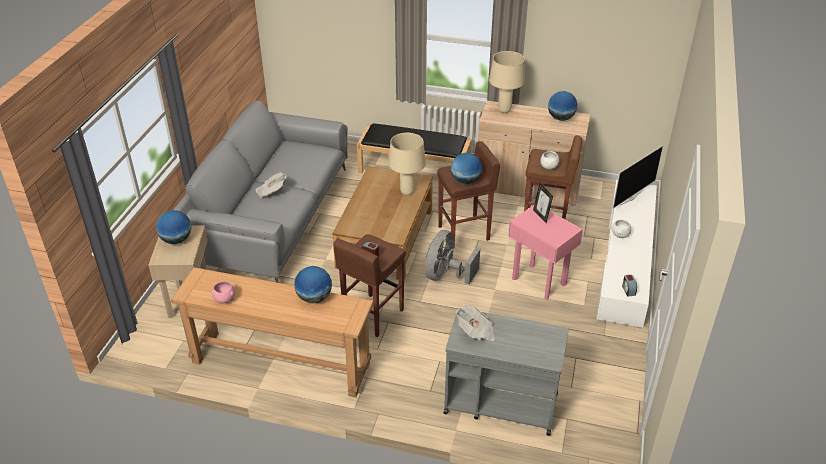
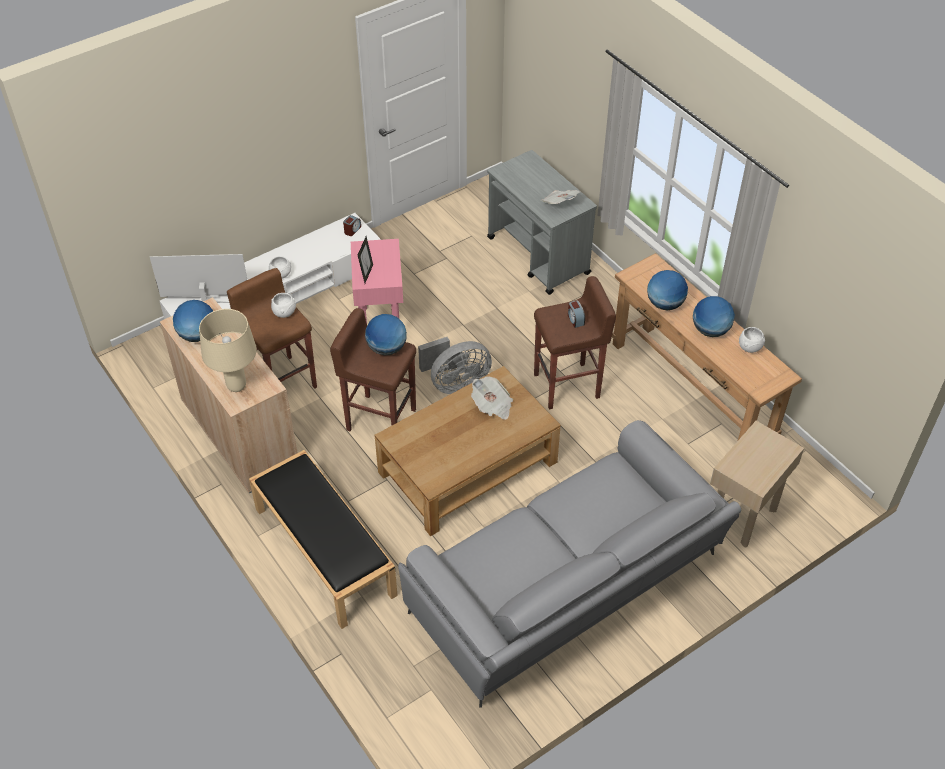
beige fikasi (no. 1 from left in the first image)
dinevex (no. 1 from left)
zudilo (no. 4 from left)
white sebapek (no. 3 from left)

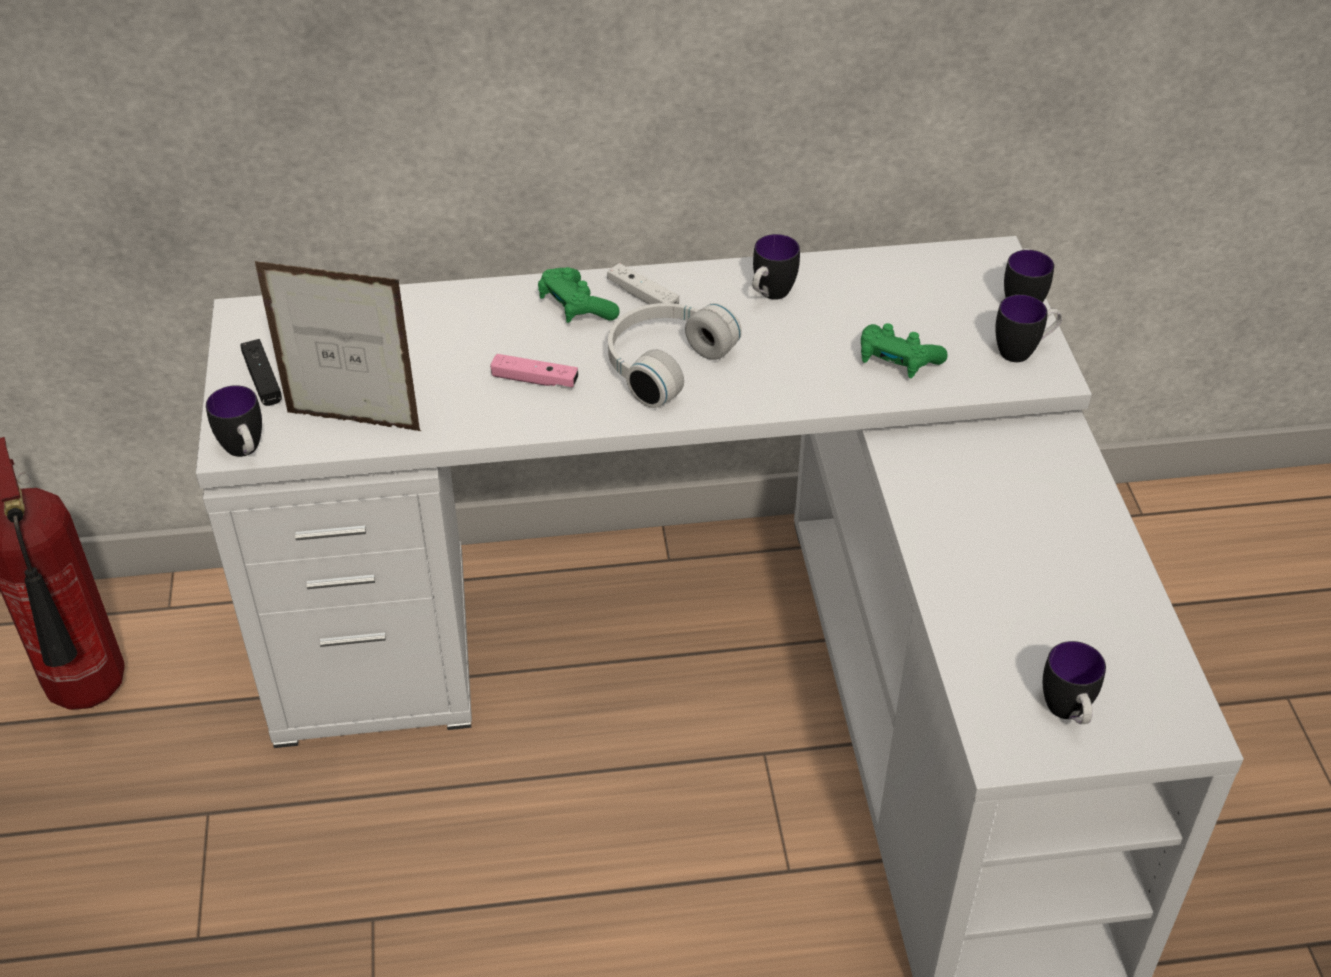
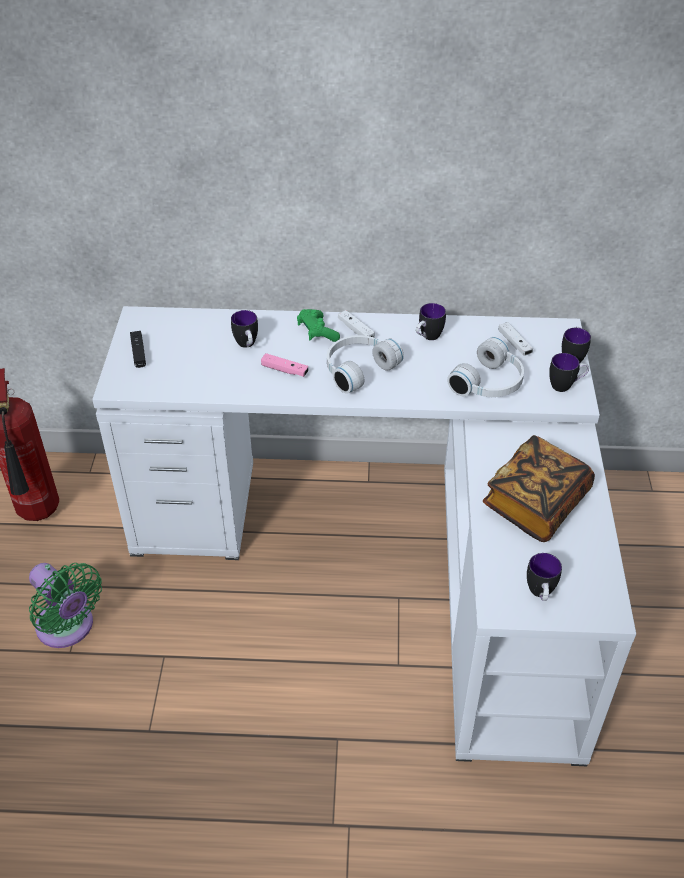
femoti
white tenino (no. 2 from left)
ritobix (no. 1 from left)
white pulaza (no. 2 from left)
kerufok
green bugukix

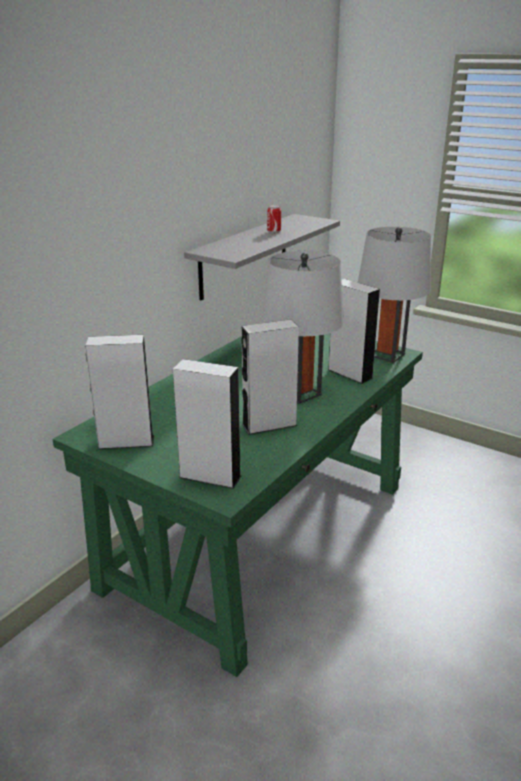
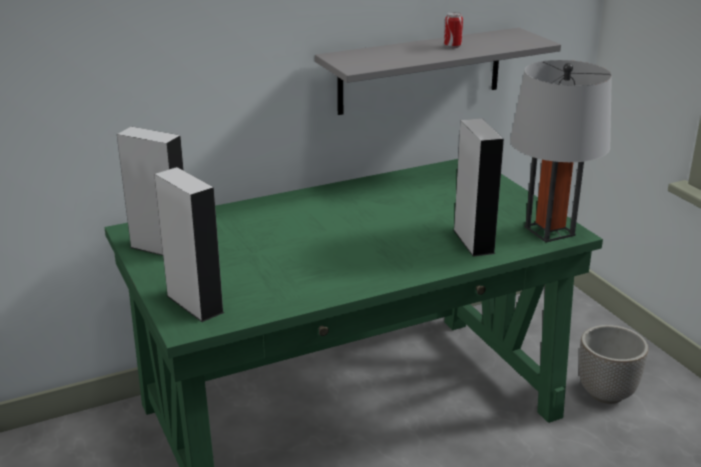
grey fikasi (no. 1 from left in the first image)
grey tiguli (no. 3 from left in the first image)
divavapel

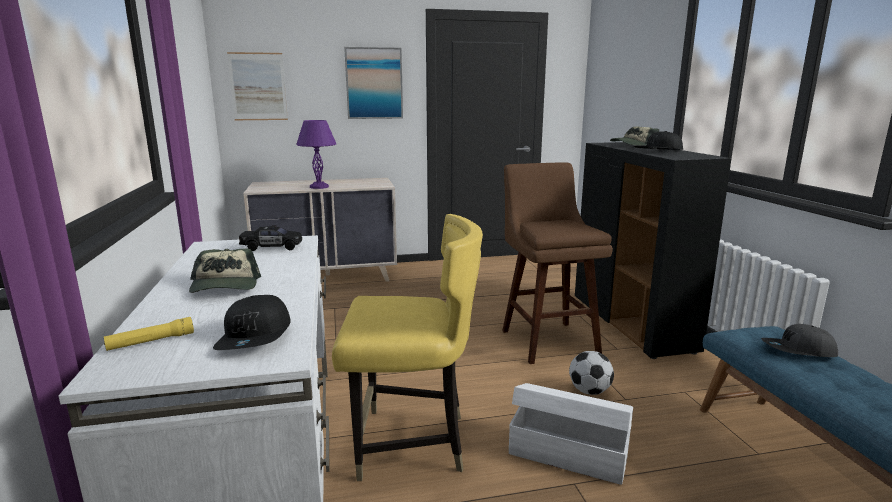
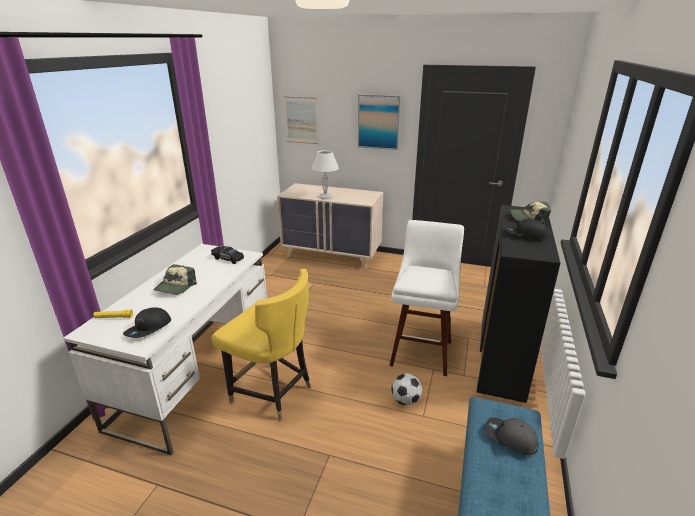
white fikasi
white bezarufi
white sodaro

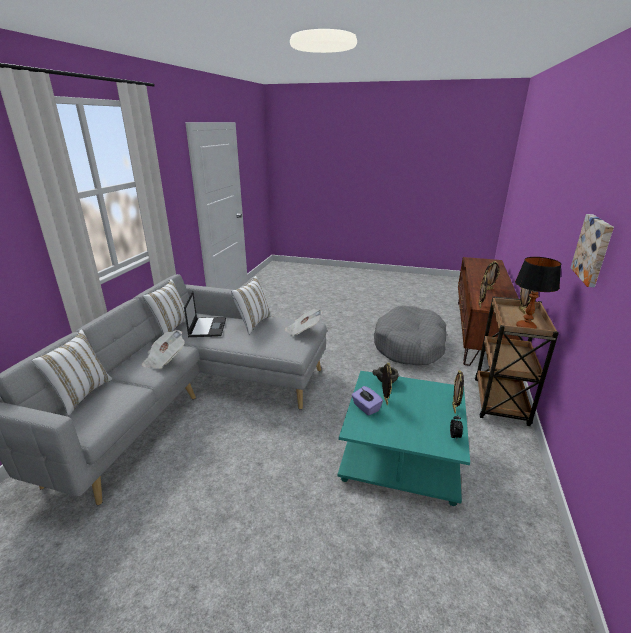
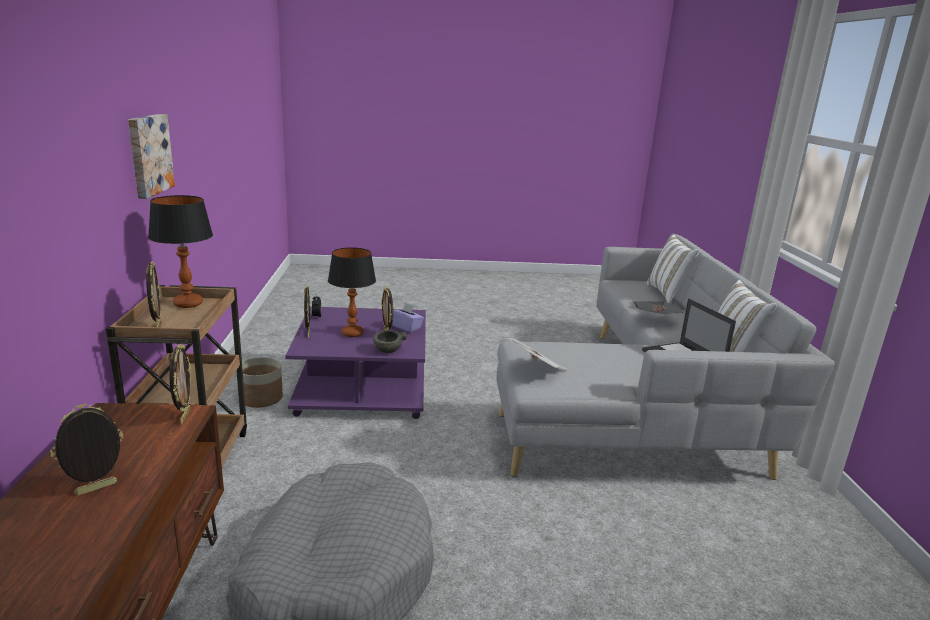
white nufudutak (no. 3 from left in the first image)
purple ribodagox
fikasi (no. 2 from left)
divavapel

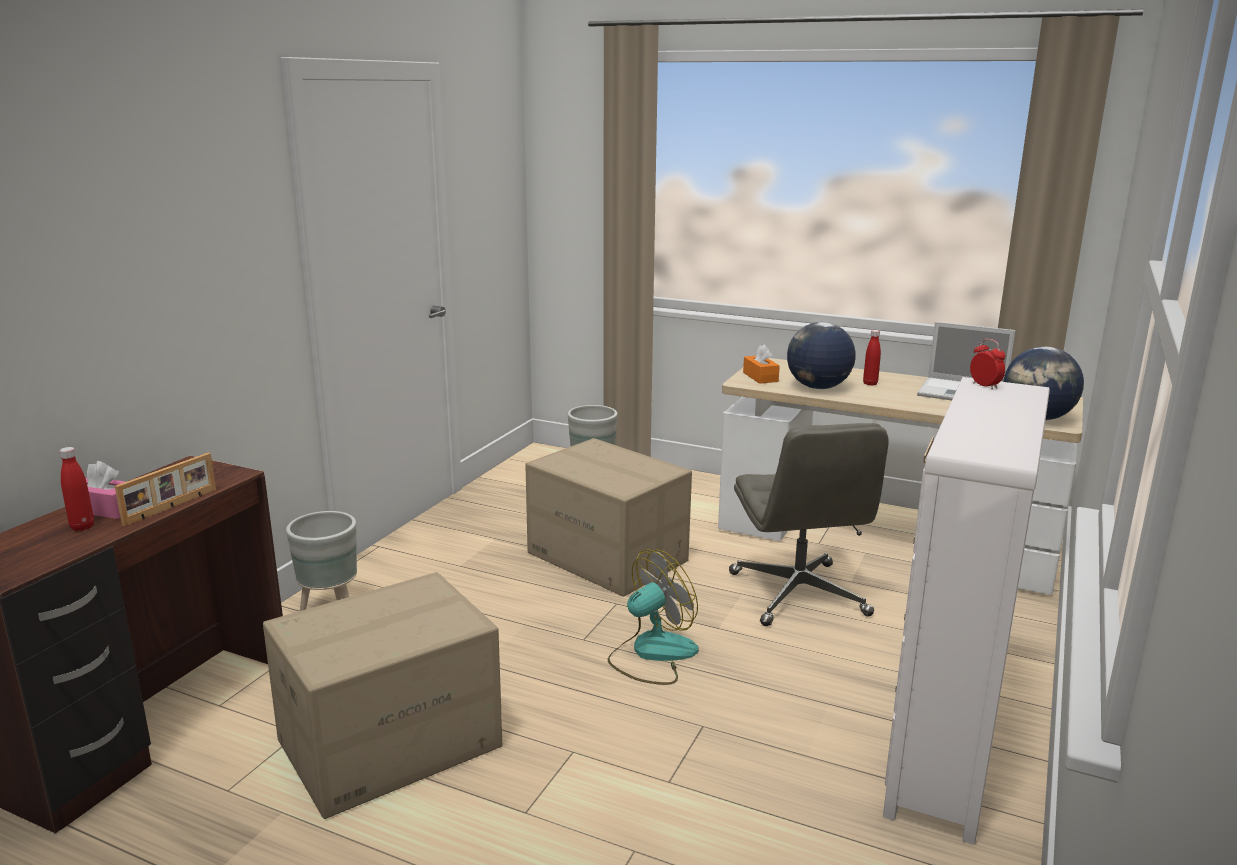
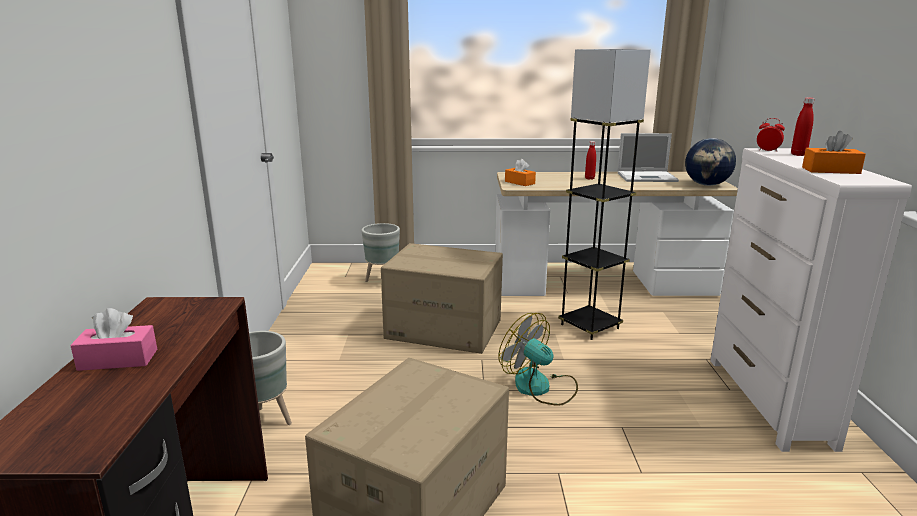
zudilo (no. 1 from left in the first image)
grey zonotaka
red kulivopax (no. 2 from left)
femoti
bugukix
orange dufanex (no. 2 from left)

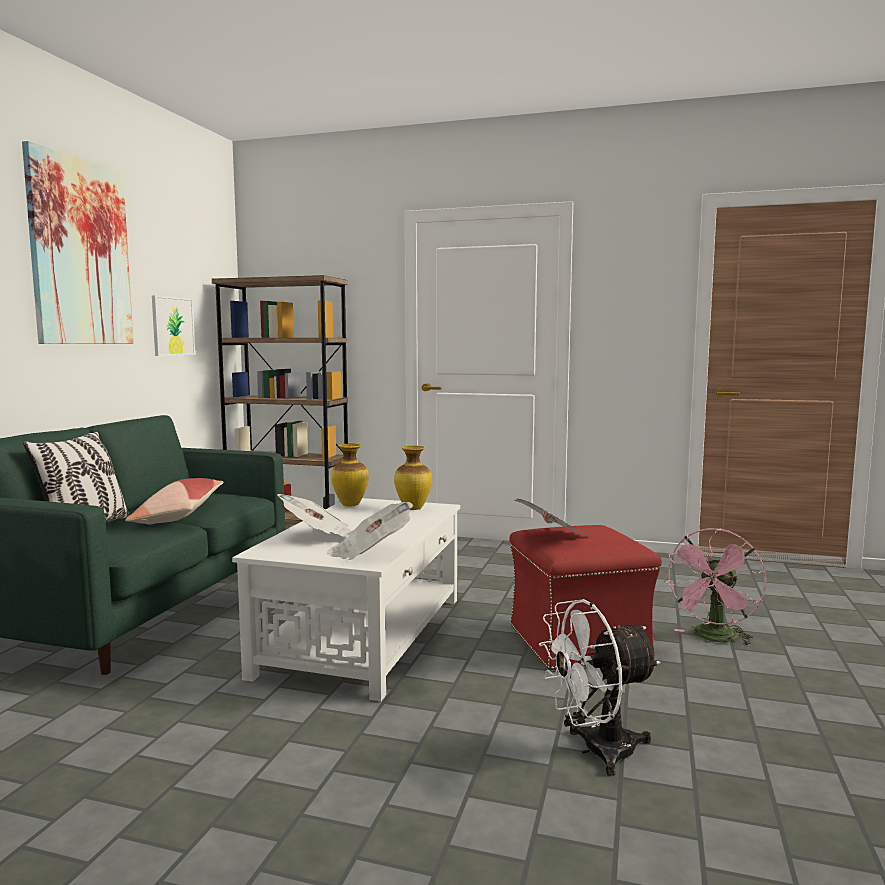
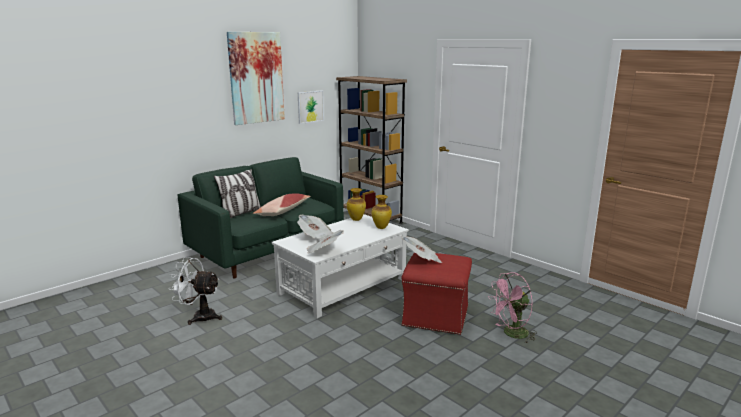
white bugukix

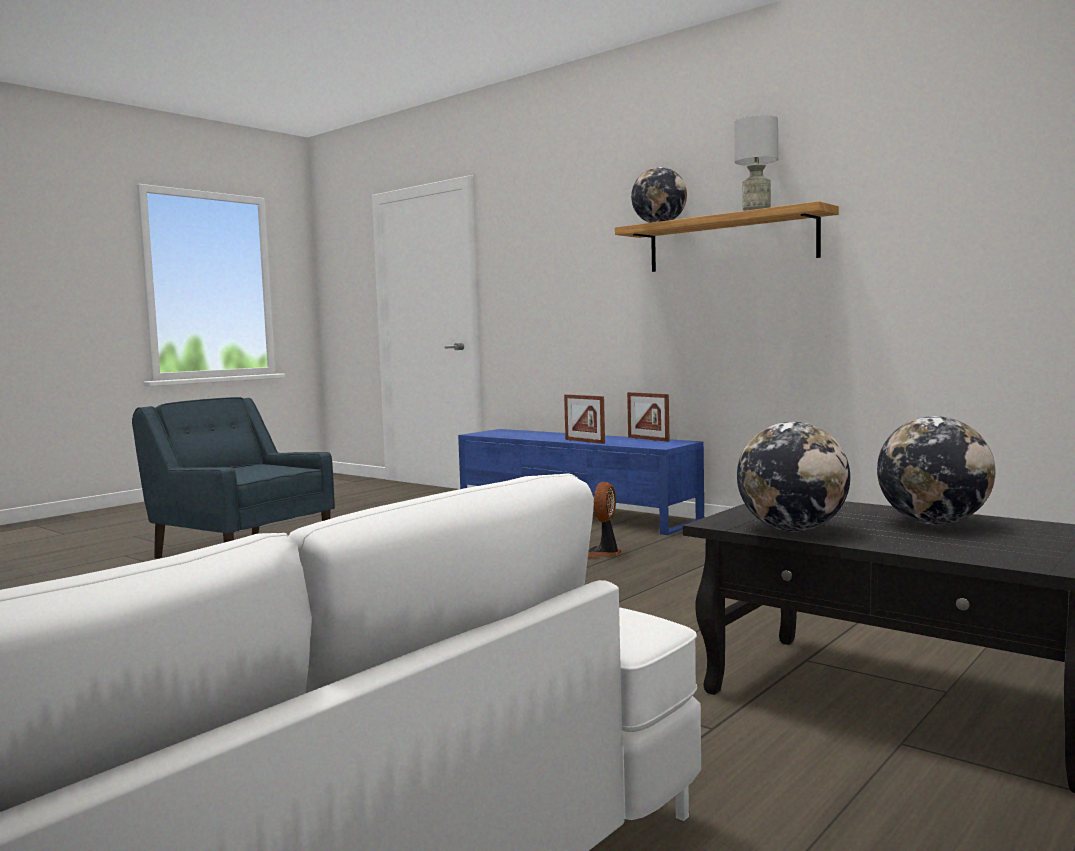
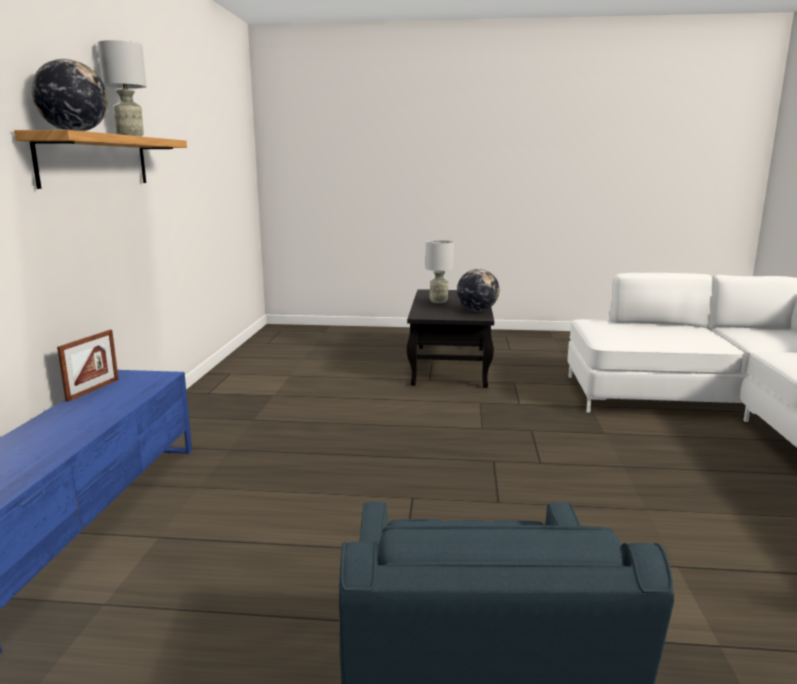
femoti (no. 1 from left in the first image)
grey fikasi (no. 2 from left)
bugukix

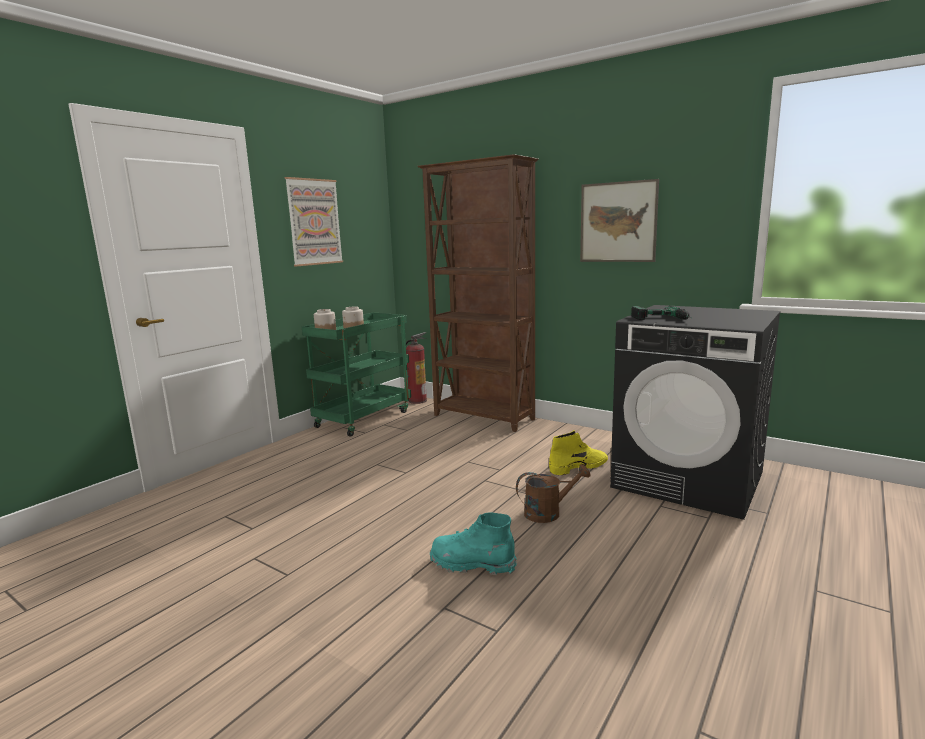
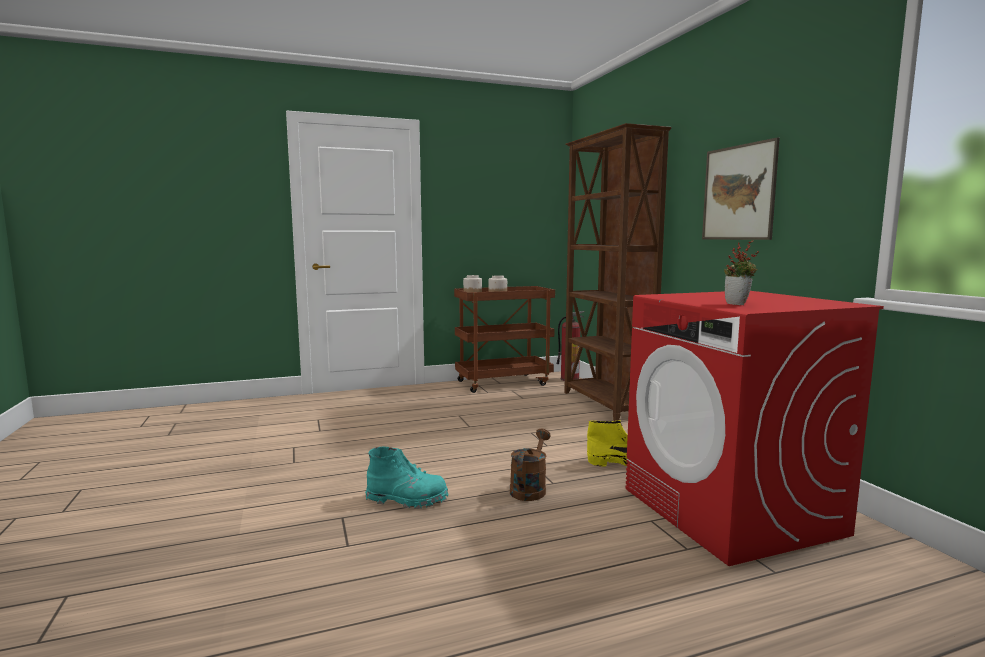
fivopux (no. 1 from left in the first image)
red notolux
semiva
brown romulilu
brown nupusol
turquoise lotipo
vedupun

